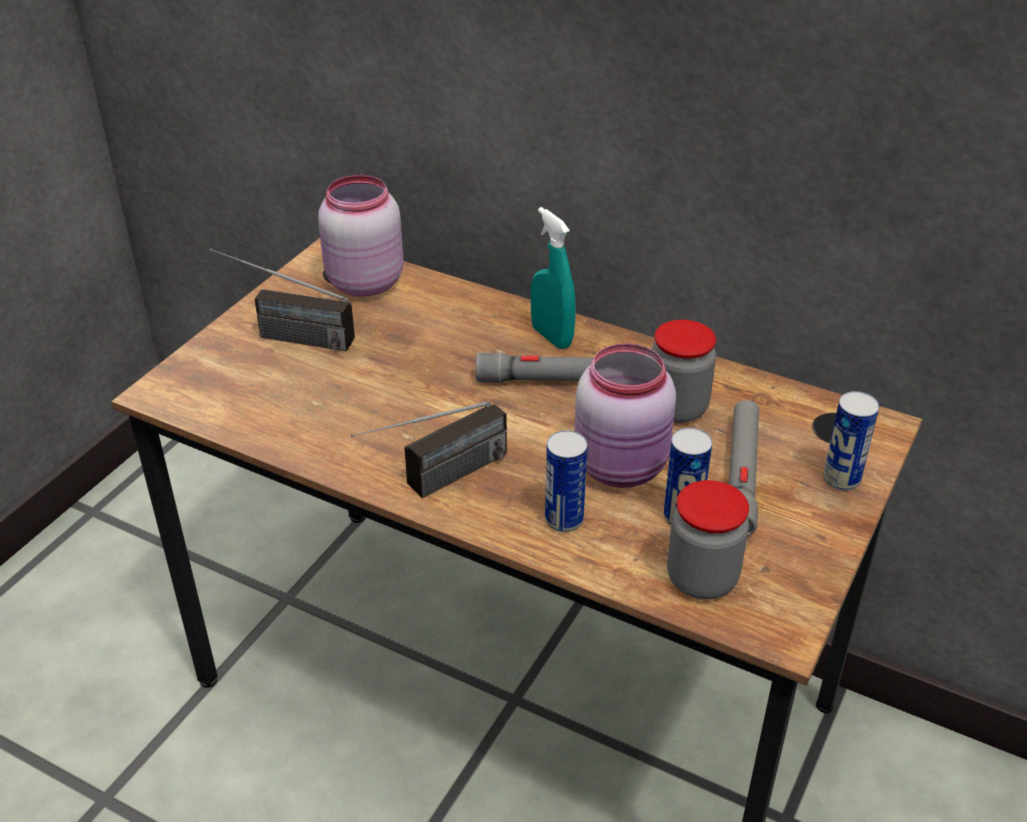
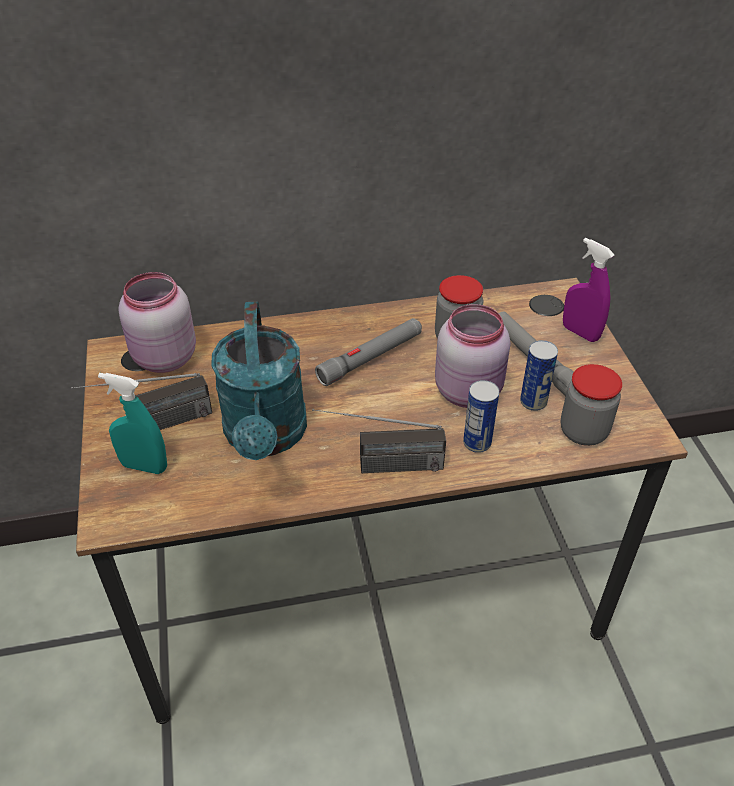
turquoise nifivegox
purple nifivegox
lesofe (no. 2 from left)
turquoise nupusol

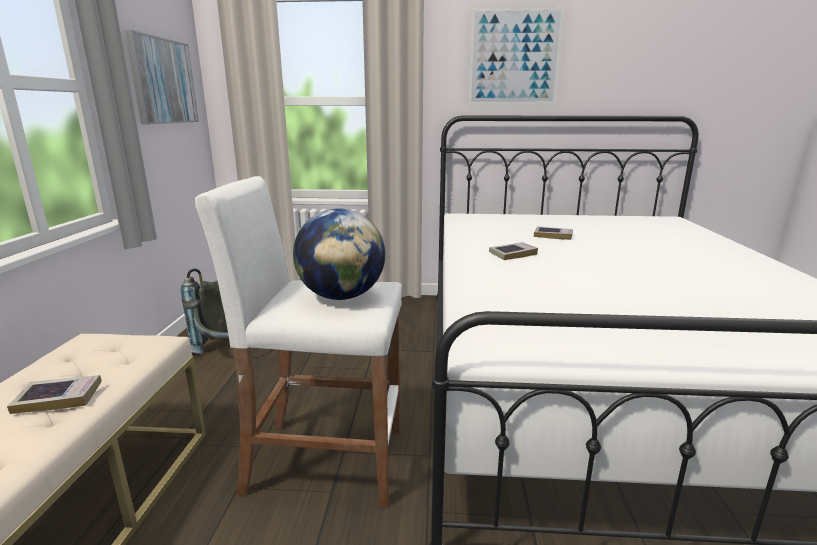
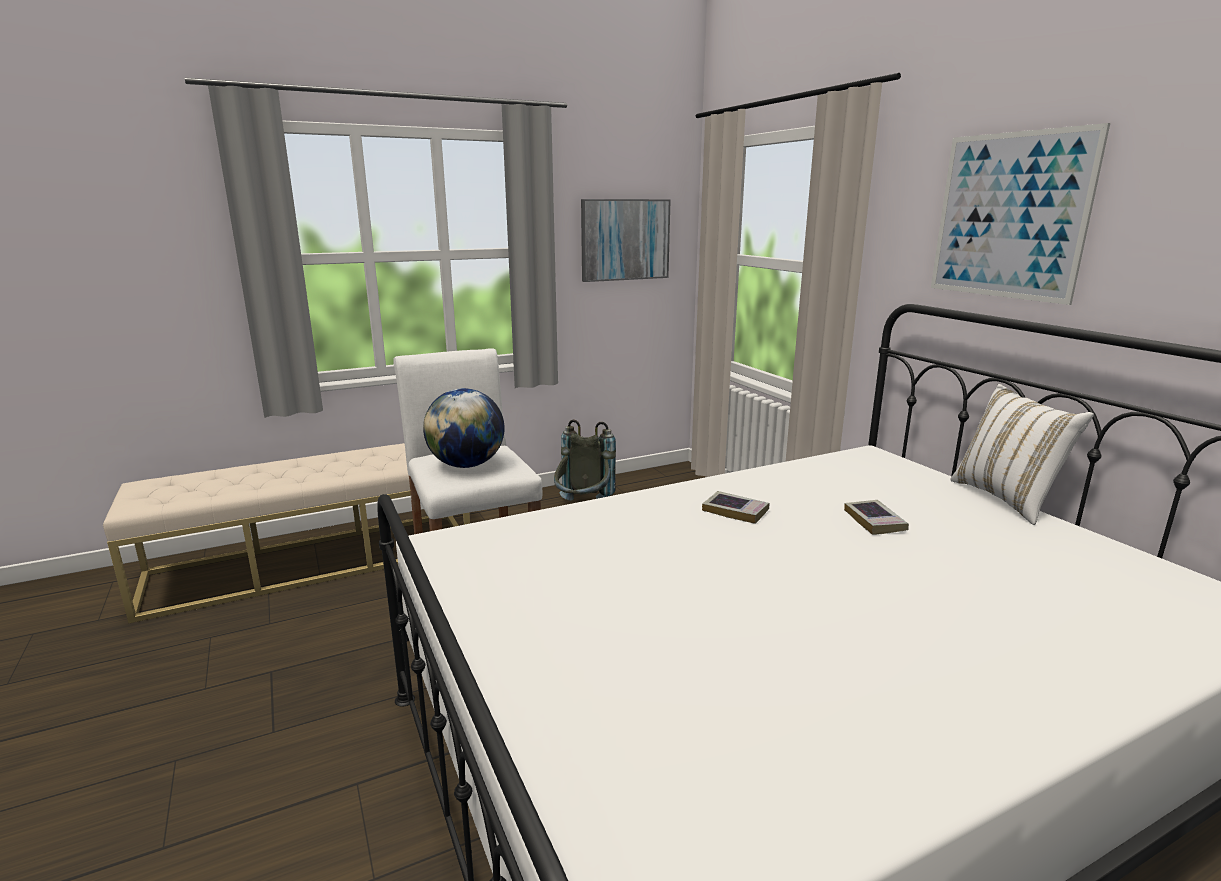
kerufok (no. 1 from left in the first image)
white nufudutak

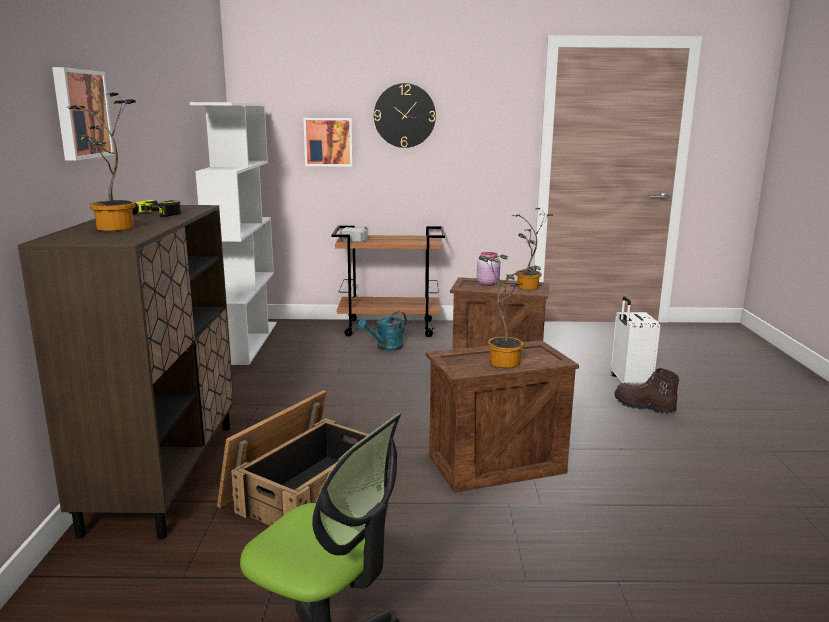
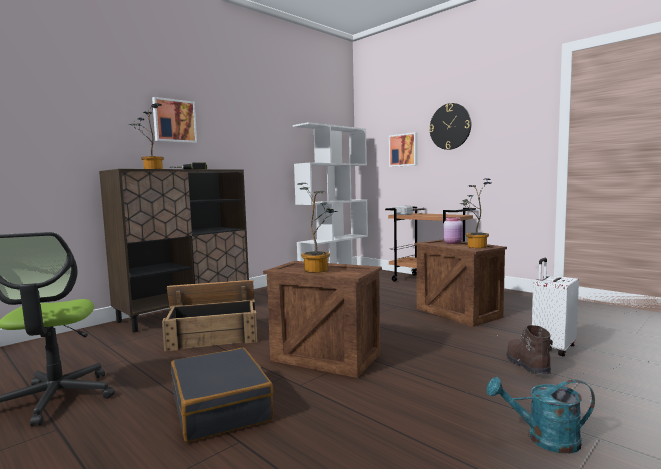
turquoise nupusol
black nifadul

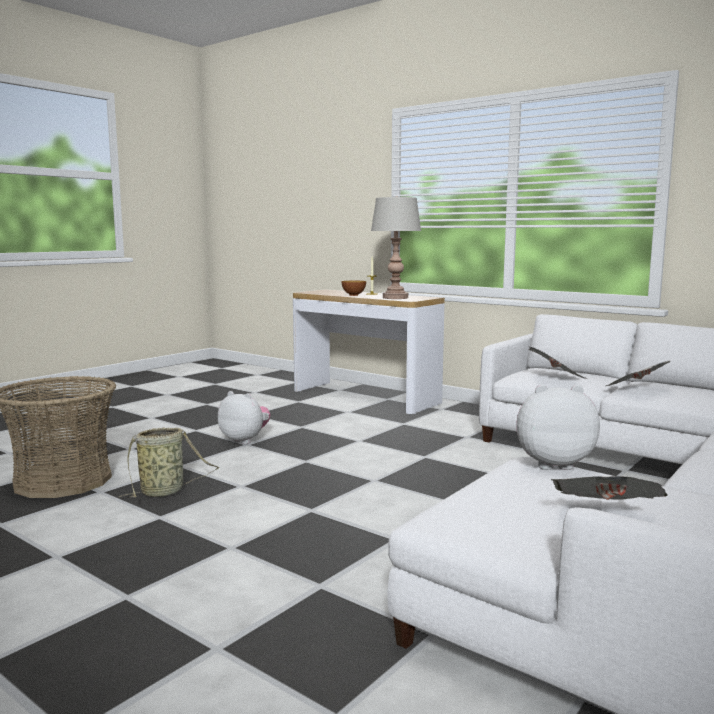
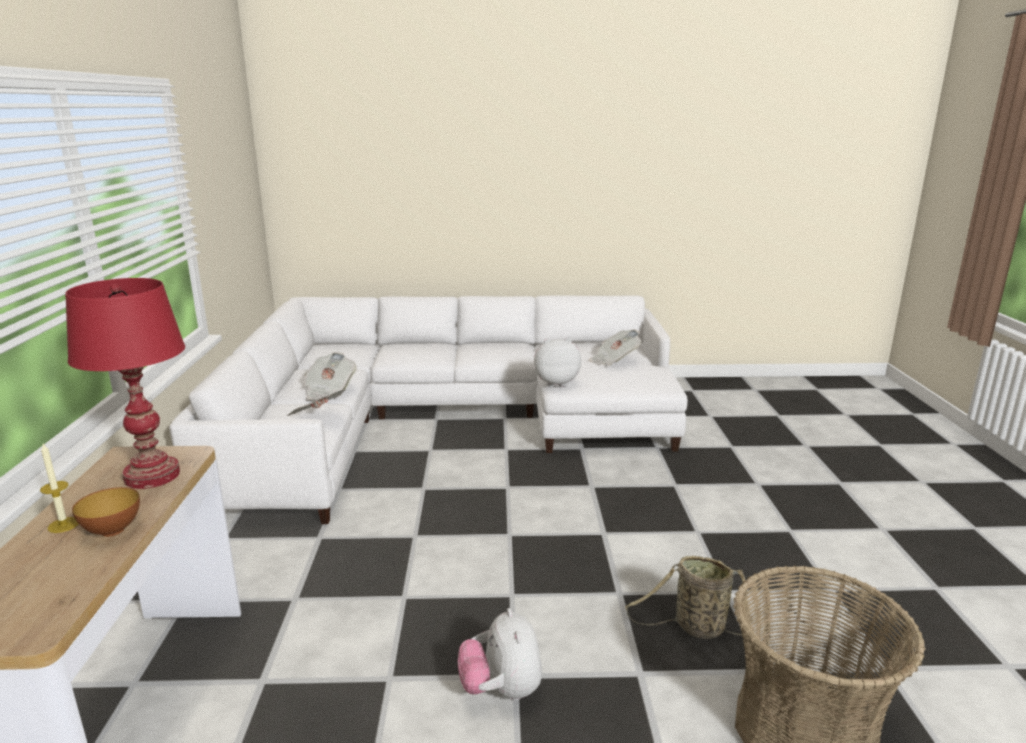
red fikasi
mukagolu (no. 2 from left)

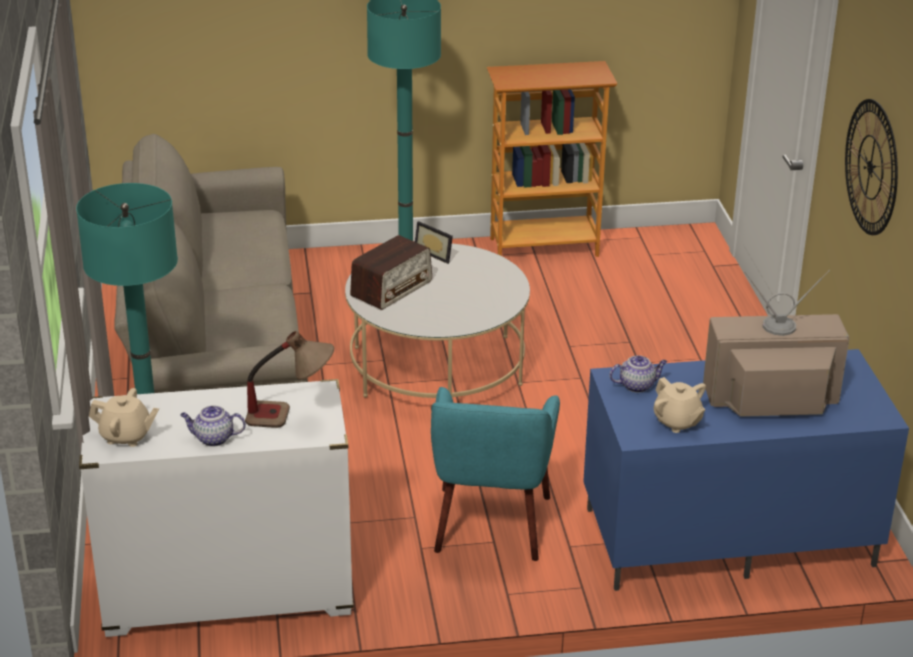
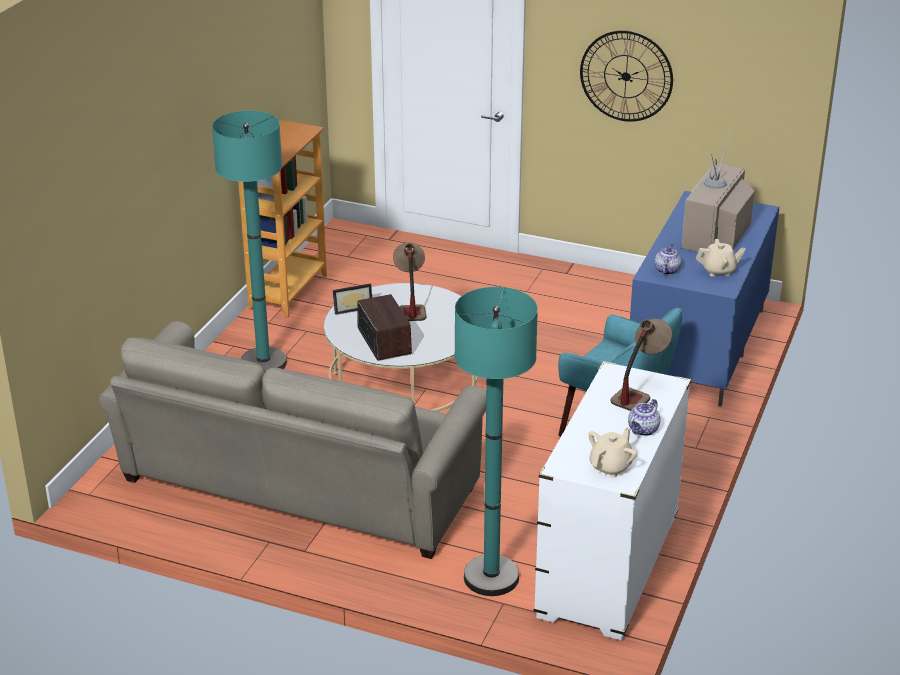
fikasi (no. 1 from left)

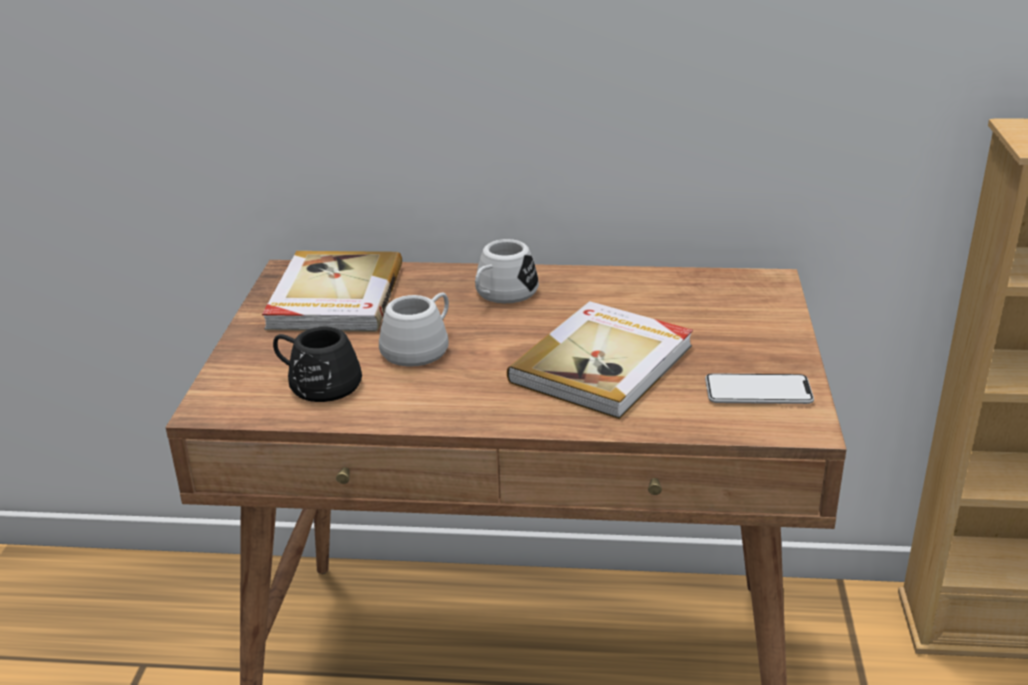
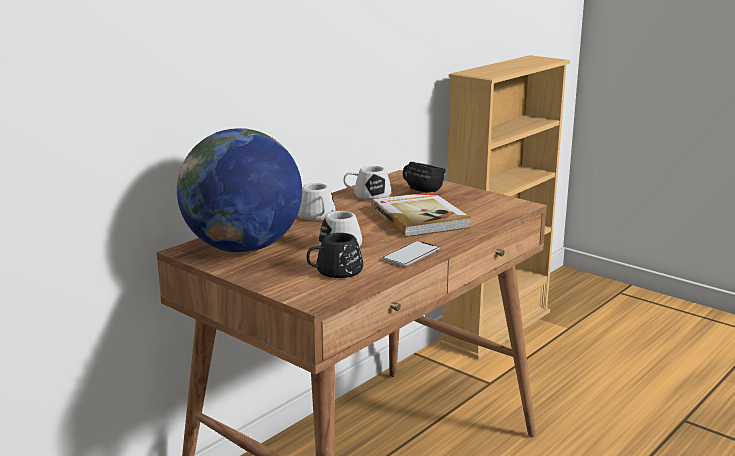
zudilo
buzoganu
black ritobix (no. 2 from left)
white ritobix (no. 3 from left)

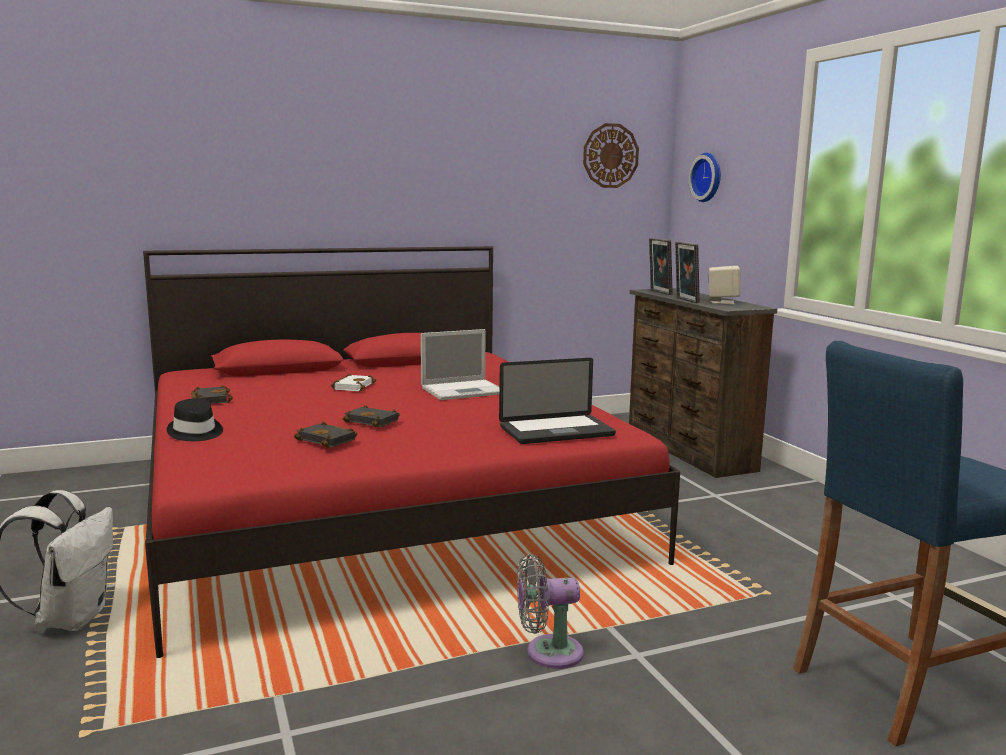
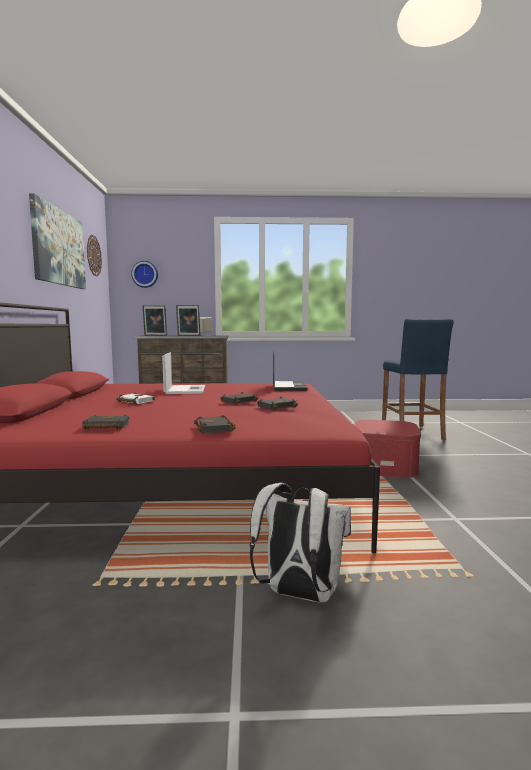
black kerufok (no. 2 from left)
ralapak
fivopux

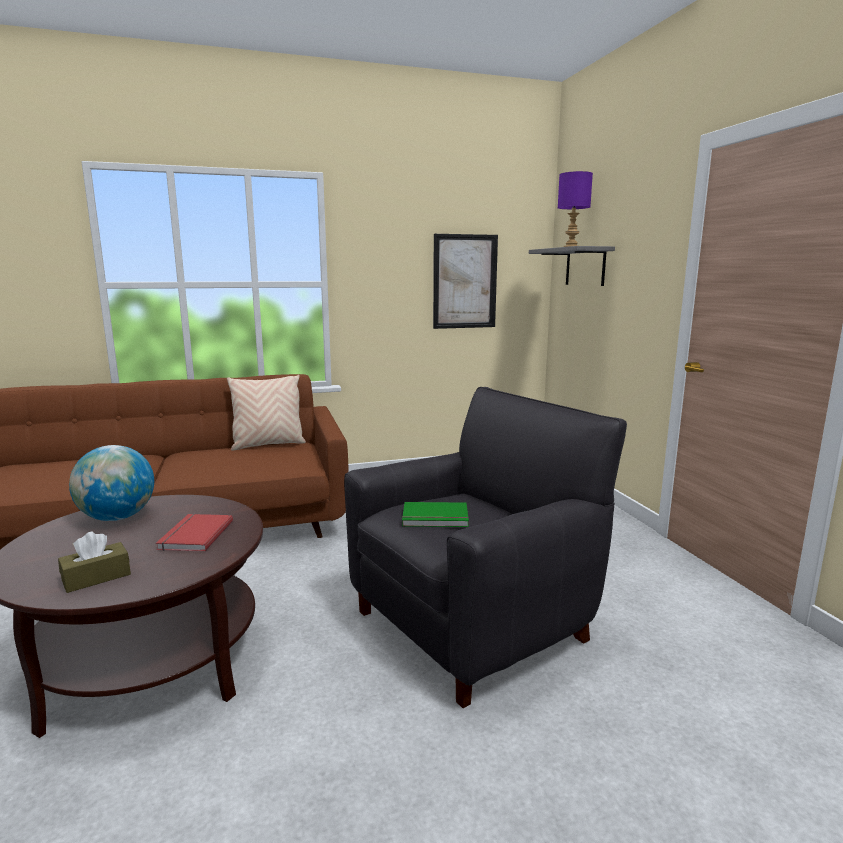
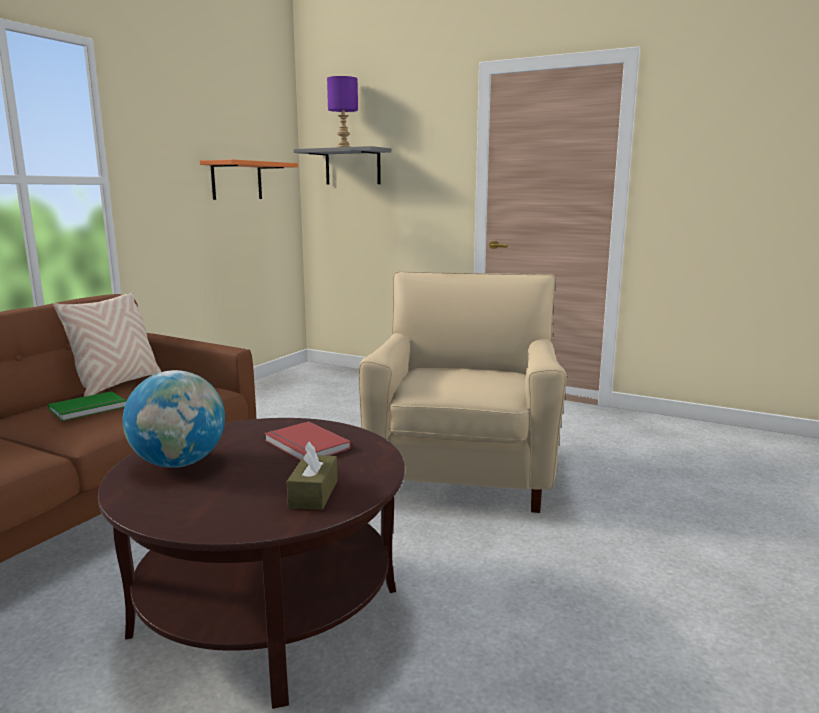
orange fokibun
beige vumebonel
green kerufok

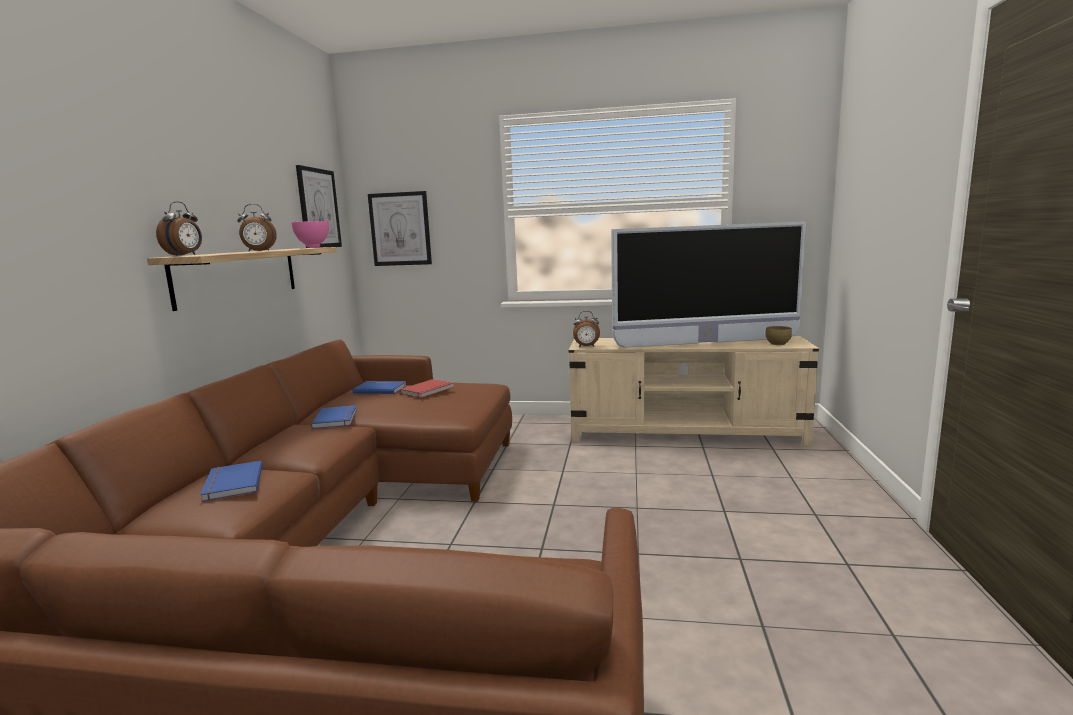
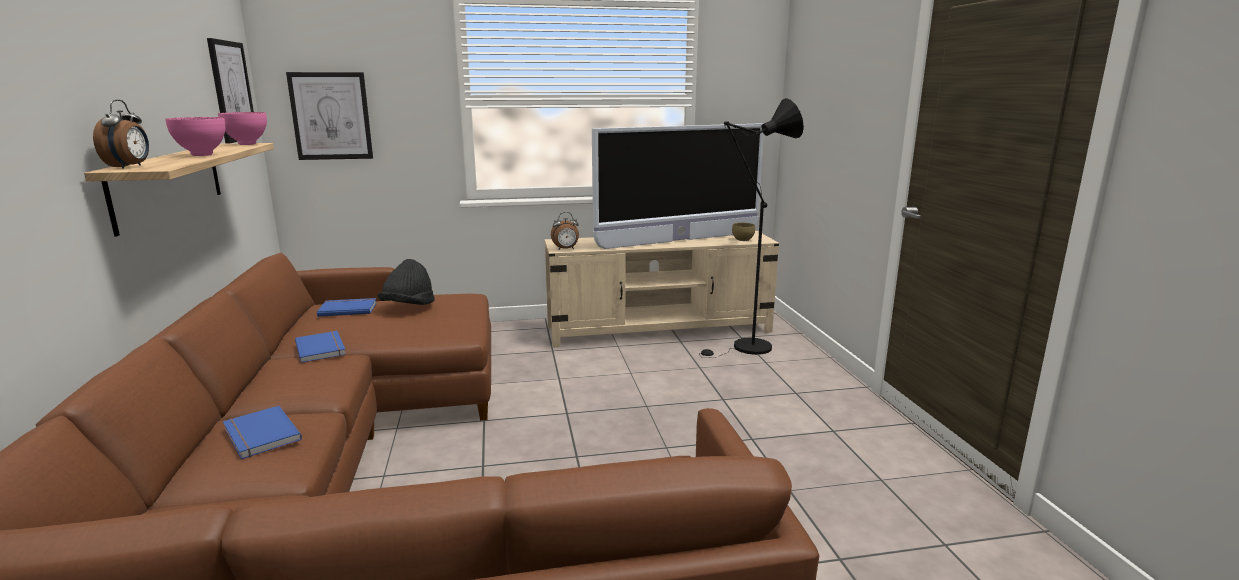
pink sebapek (no. 1 from left)
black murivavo
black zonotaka

